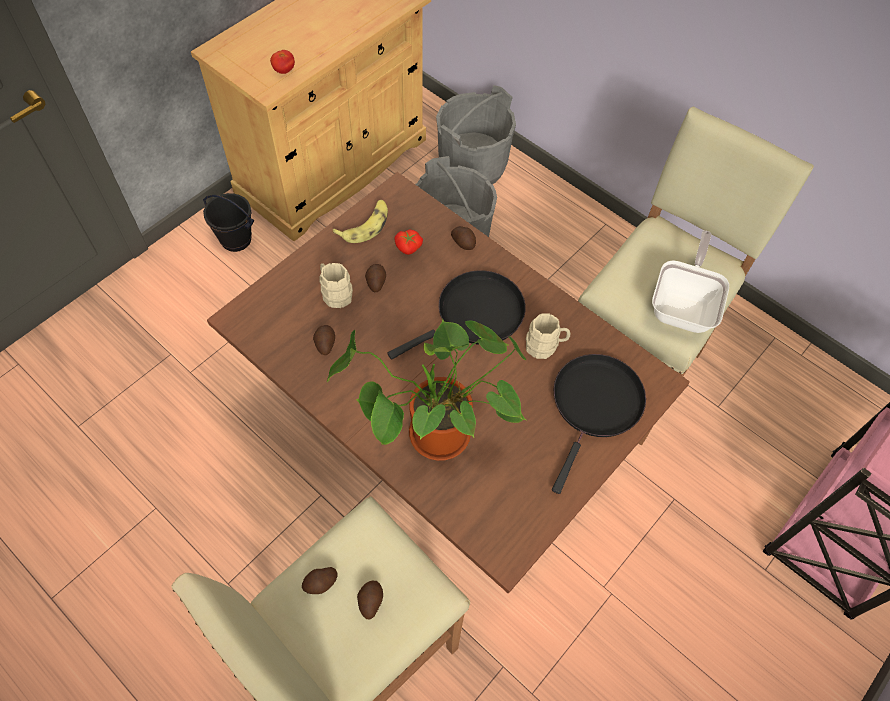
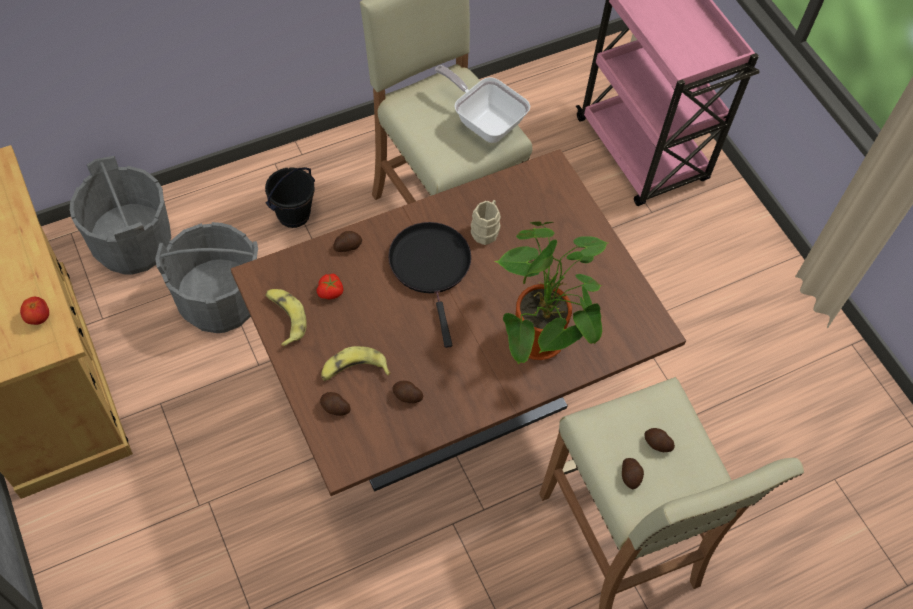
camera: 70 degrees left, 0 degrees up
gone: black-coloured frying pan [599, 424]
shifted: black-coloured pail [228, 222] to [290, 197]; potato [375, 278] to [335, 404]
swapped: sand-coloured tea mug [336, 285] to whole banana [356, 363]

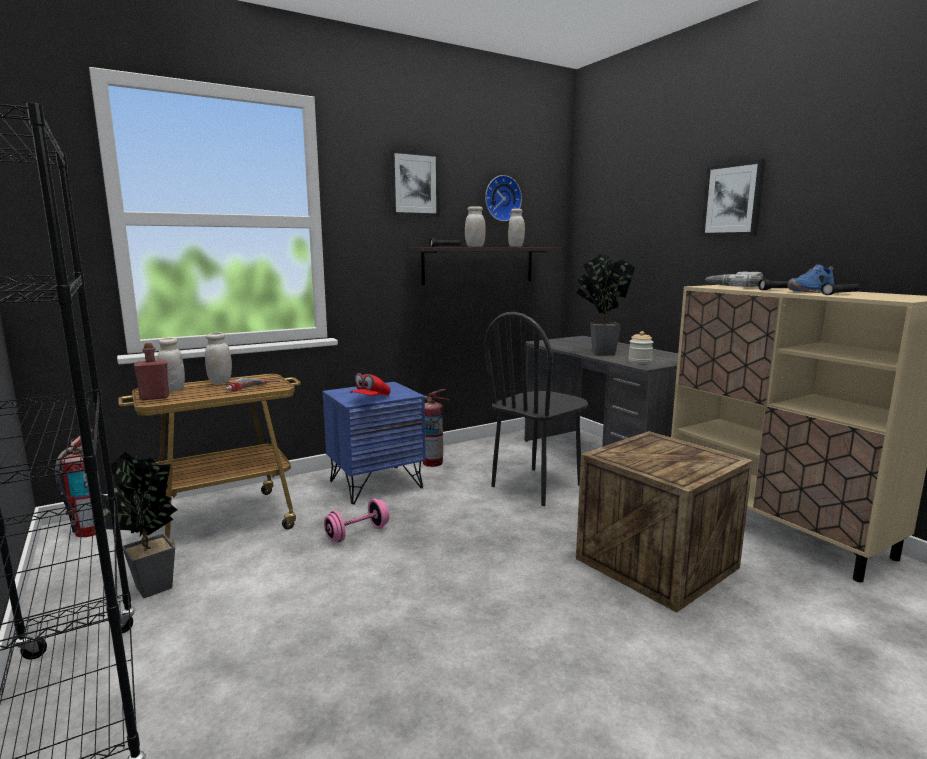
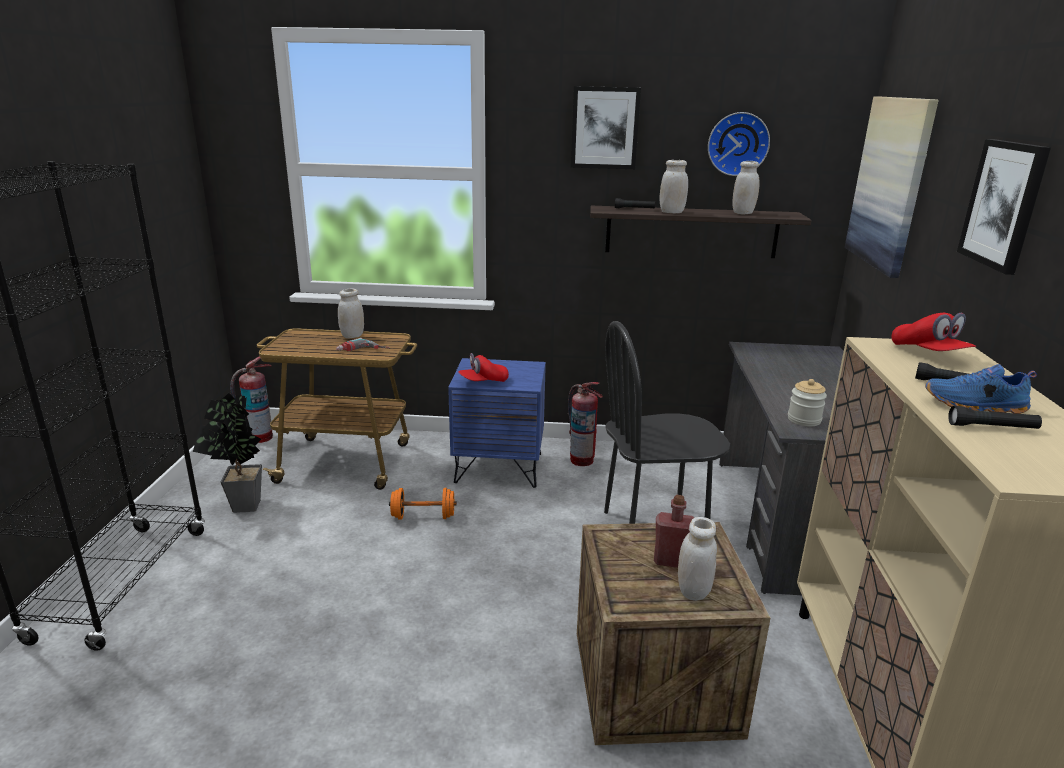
camera: 35 degrees right, 10 degrees up
gone: potted plant [606, 304]
new: picture [892, 187]
shifted: reddish bottle [151, 371] to [674, 531]; white-coloured storage jar [171, 364] to [697, 559]
swapped: drill [734, 279] to reddish peaked cap [934, 332]
repainted: pinkish hand weight [356, 520] to orange-coloured hand weight [423, 504]

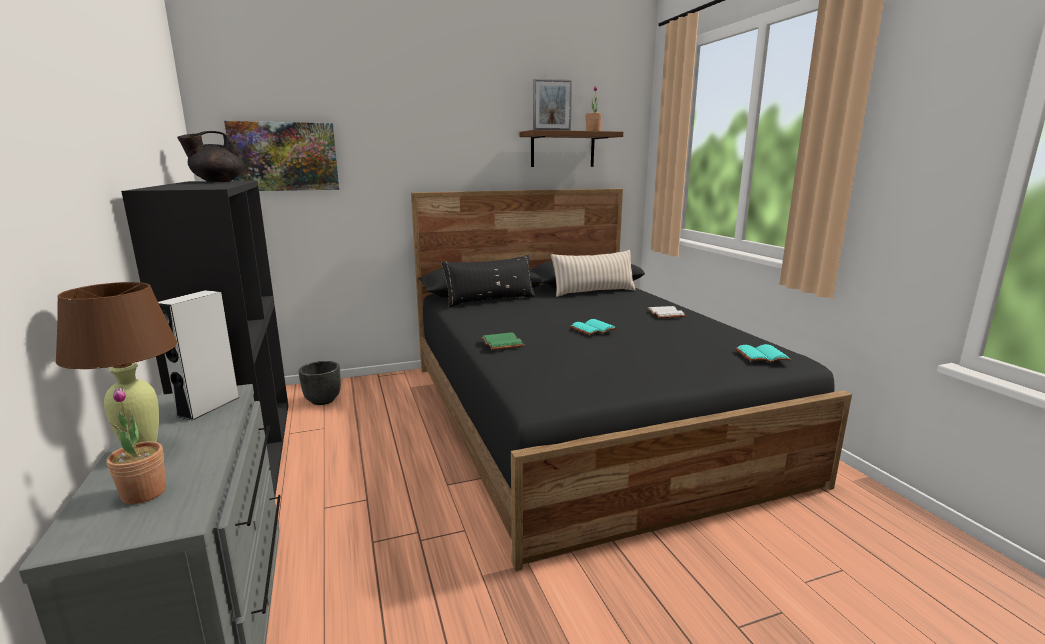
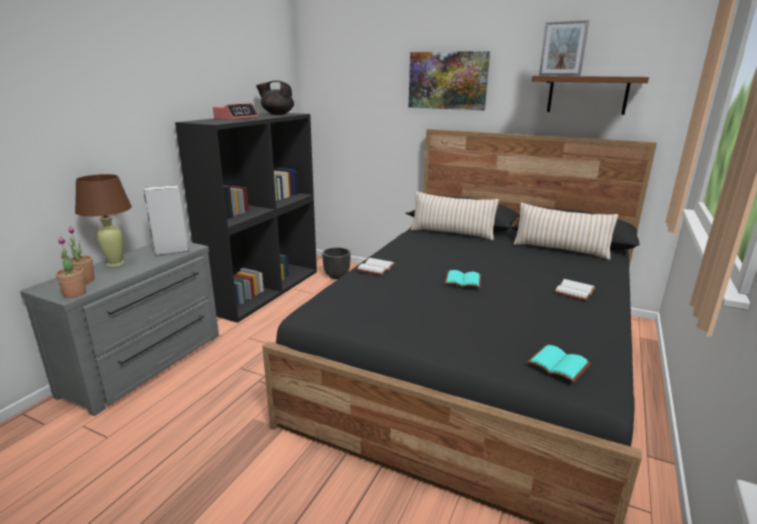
camera: 45 degrees right, 5 degrees up
new: bedside clock [235, 111]
shifted: potted plant [594, 108] to [70, 267]; picture [281, 156] to [449, 80]
repainted: green bound book [503, 341] to white-coloured bound book [376, 266]; black-coloured pillow [489, 281] to sand-coloured pillow [455, 216]

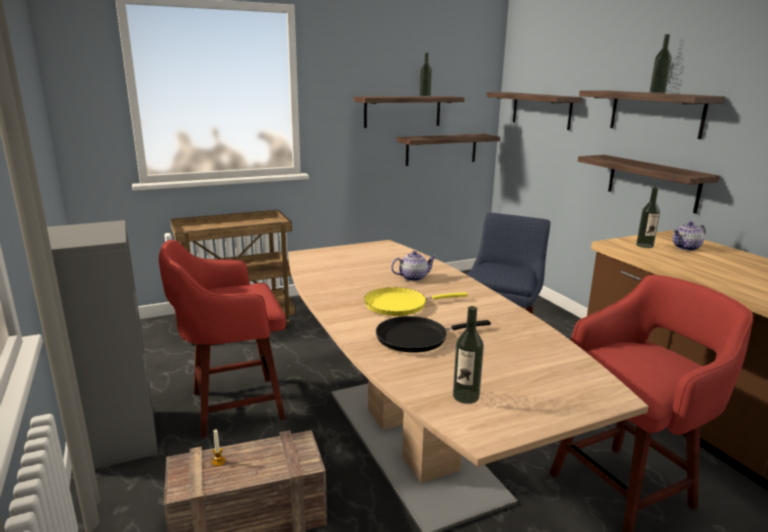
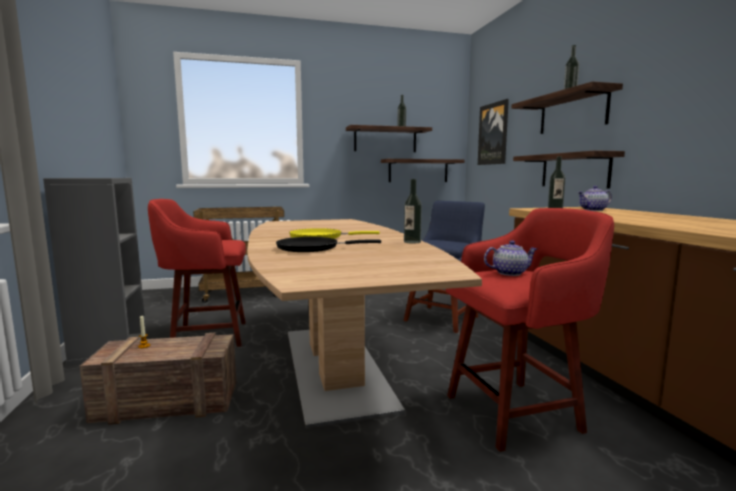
camera: 10 degrees right, 10 degrees down
shifted: bottle [468, 355] to [413, 211]; tea pot [414, 266] to [510, 258]
swapped: bracket shelf [534, 111] to picture [493, 132]

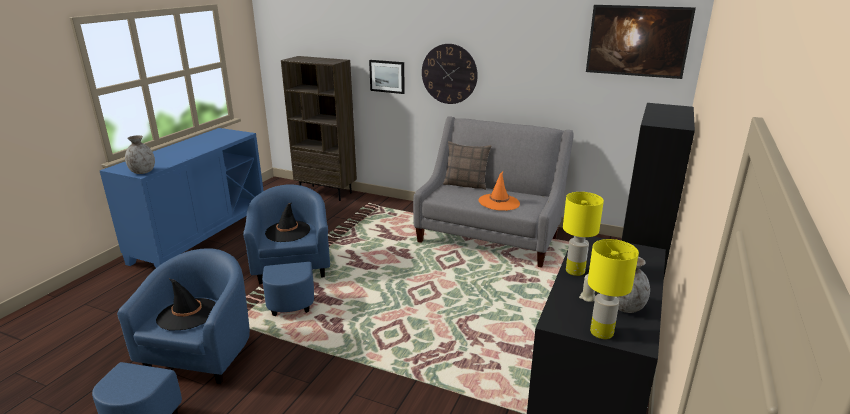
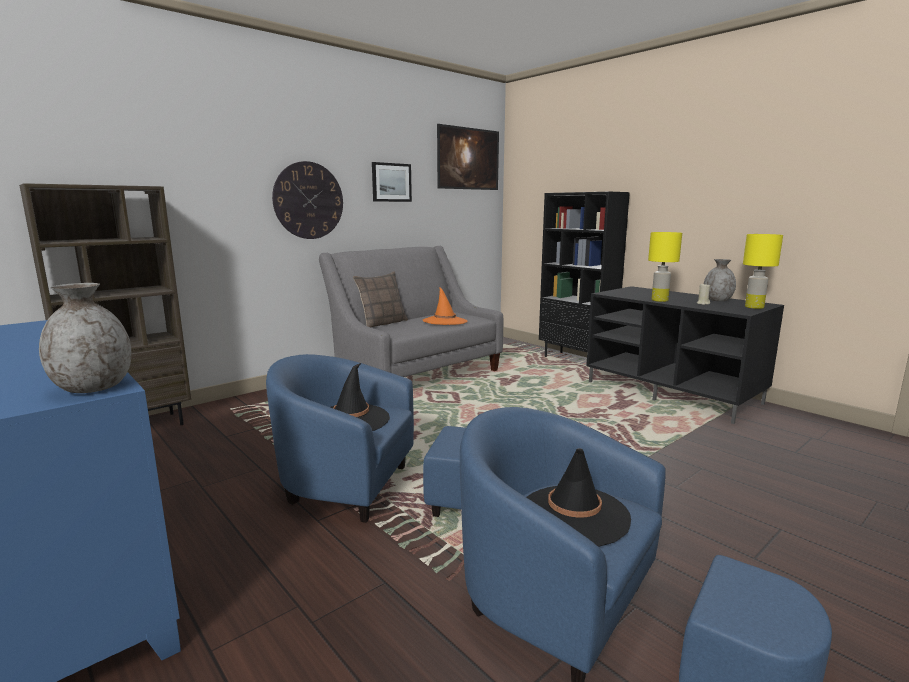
camera: 65 degrees left, 10 degrees down
shifted: picture [387, 77] to [392, 182]

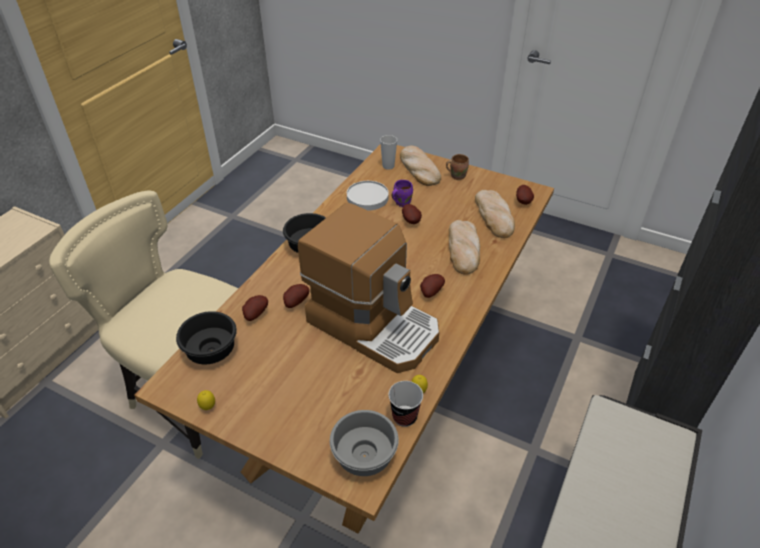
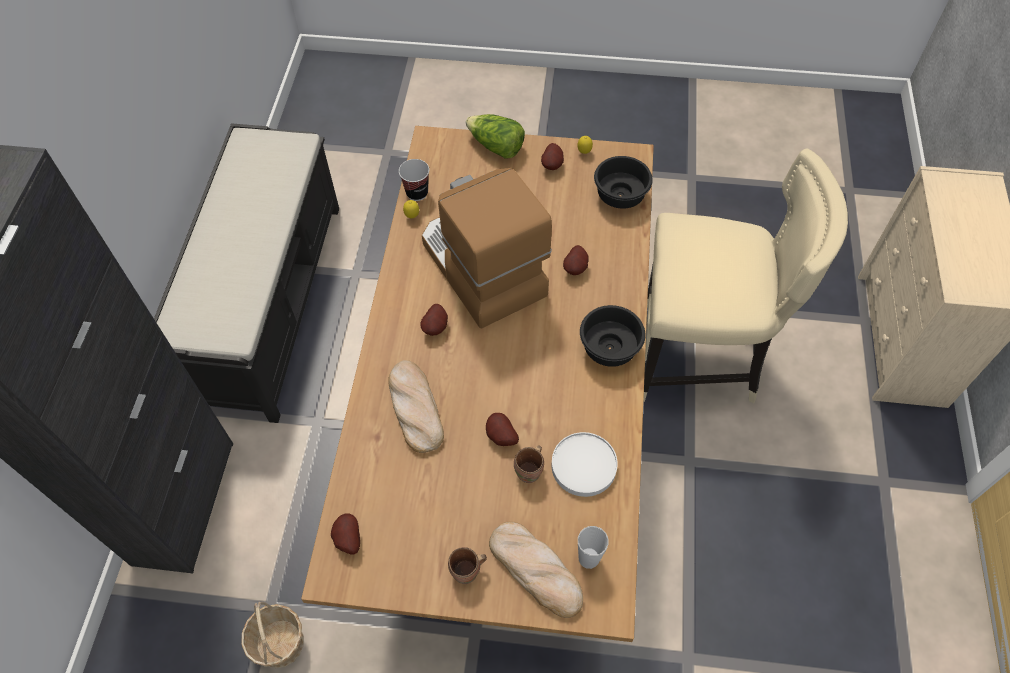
camera: 160 degrees right, 15 degrees up
gone: grey deep dish [364, 443]; baked bread [495, 214]
new: household basket [272, 635]; lettuce head [495, 136]
shifted: potato [255, 308] to [552, 156]
repainted: purple tea mug [402, 193] to brownish tea mug [529, 464]
rotated: coffee brewer [368, 288] = [487, 248] 45 degrees clockwise

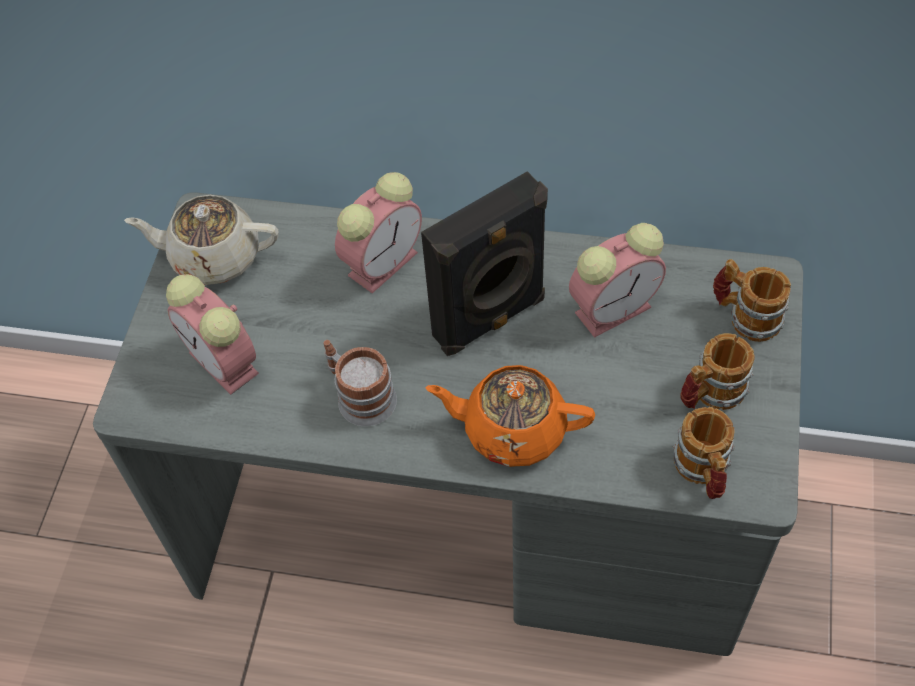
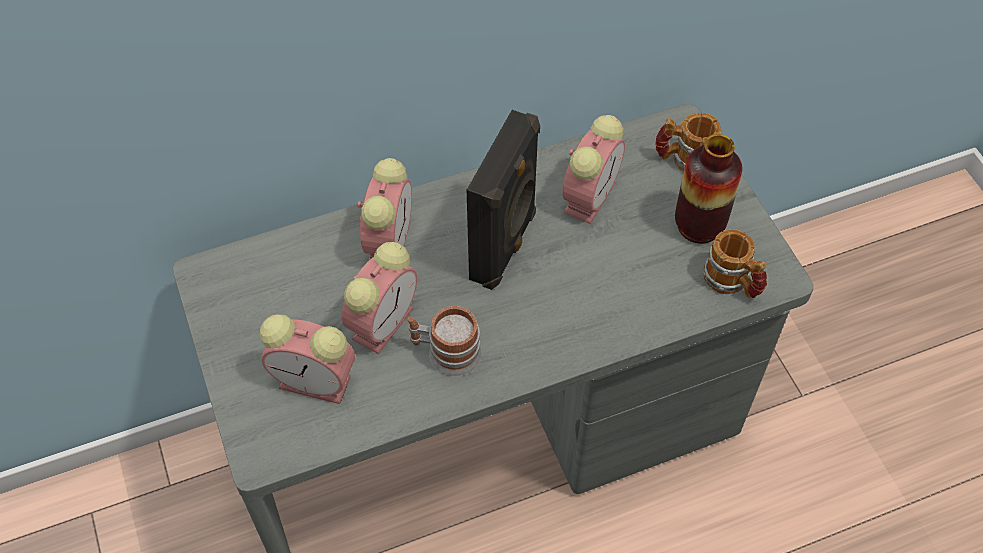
camera: 35 degrees left, 0 degrees up
gone: sand-coloured tea pot [201, 240]; orange-coloured tea pot [510, 416]
new: bedside clock [379, 298]
swapped: tea mug [717, 371] to decorative vase [708, 189]

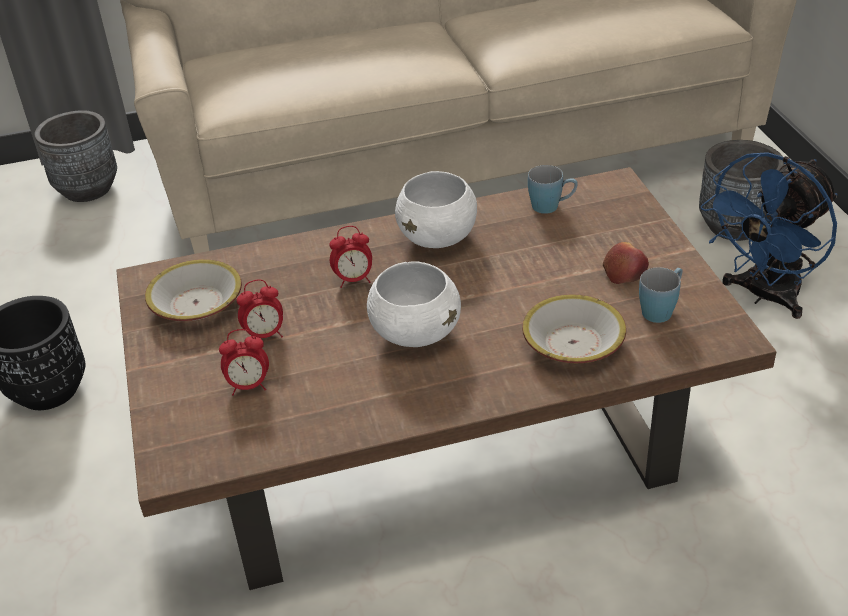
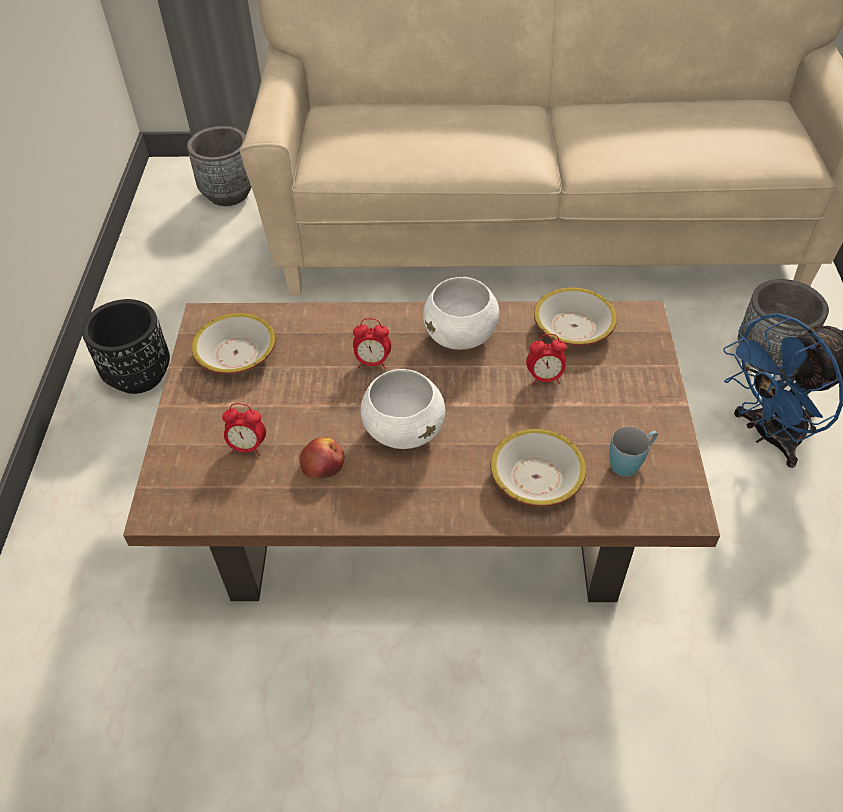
camera: 15 degrees right, 10 degrees up
shifted: whole apple [626, 263] to [322, 458]; bedside clock [260, 308] to [546, 359]
swapped: blue tea mug [553, 189] to deep dish [575, 316]

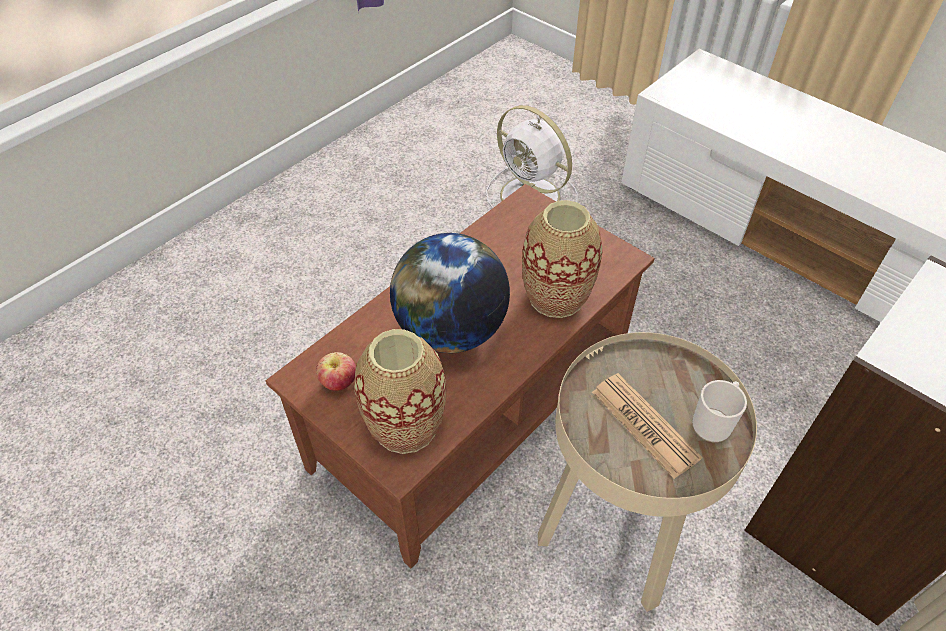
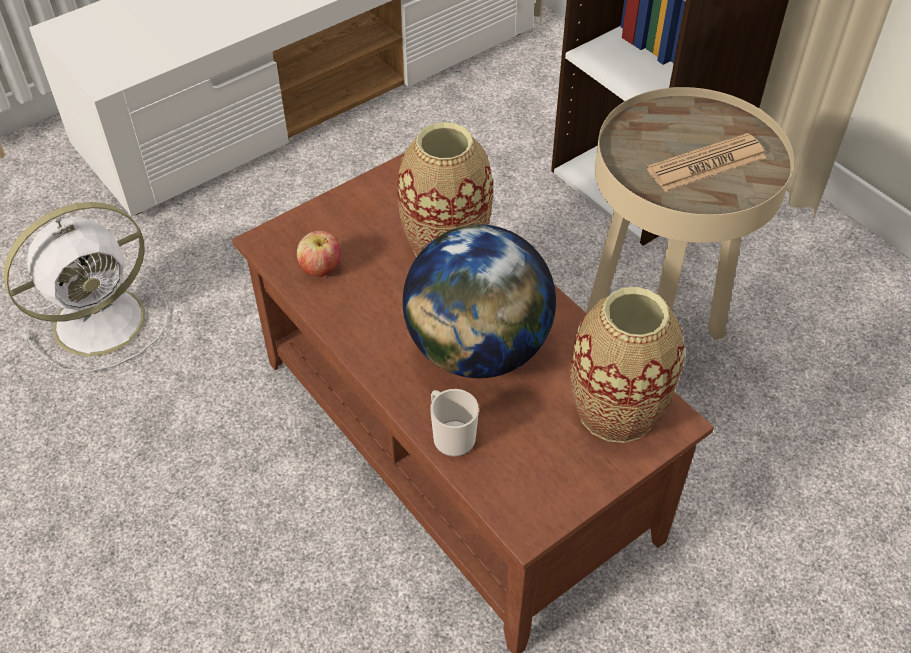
camera: 80 degrees left, 0 degrees up
shifted: whole apple [336, 371] to [319, 254]; tea mug [719, 411] to [454, 423]

